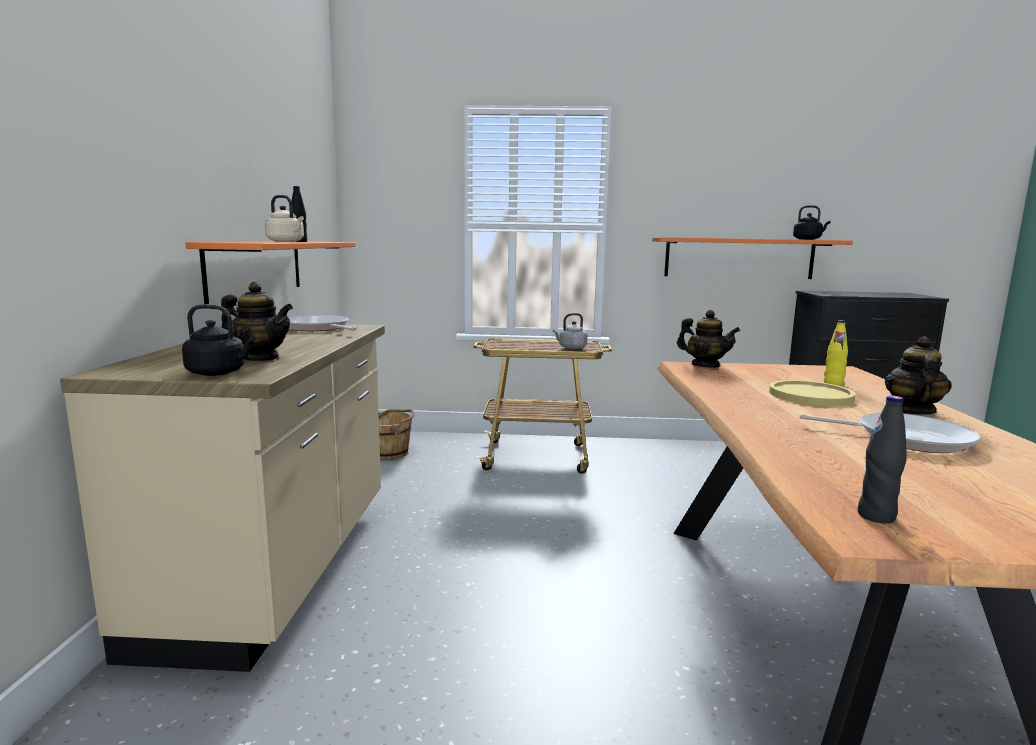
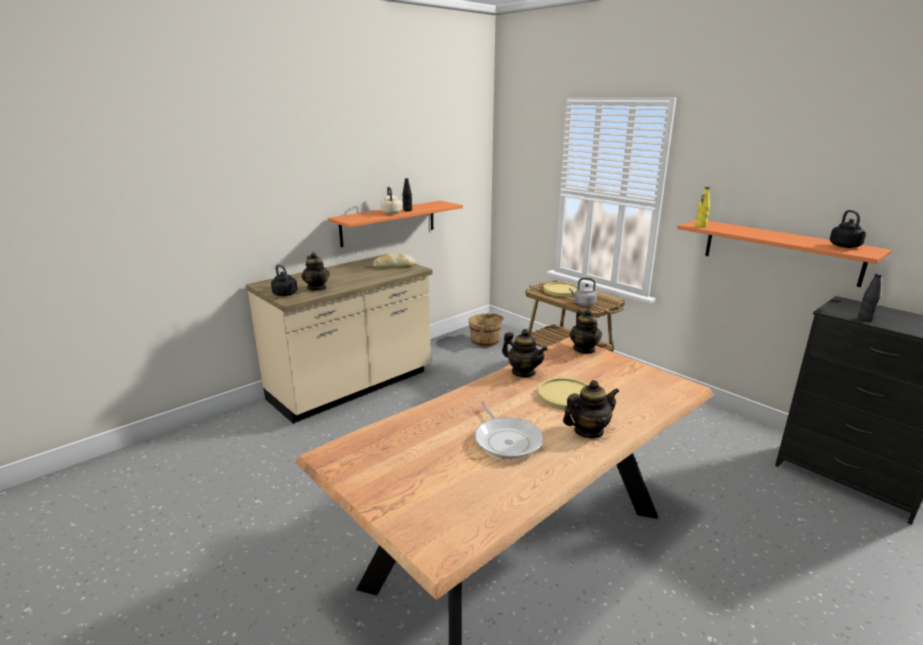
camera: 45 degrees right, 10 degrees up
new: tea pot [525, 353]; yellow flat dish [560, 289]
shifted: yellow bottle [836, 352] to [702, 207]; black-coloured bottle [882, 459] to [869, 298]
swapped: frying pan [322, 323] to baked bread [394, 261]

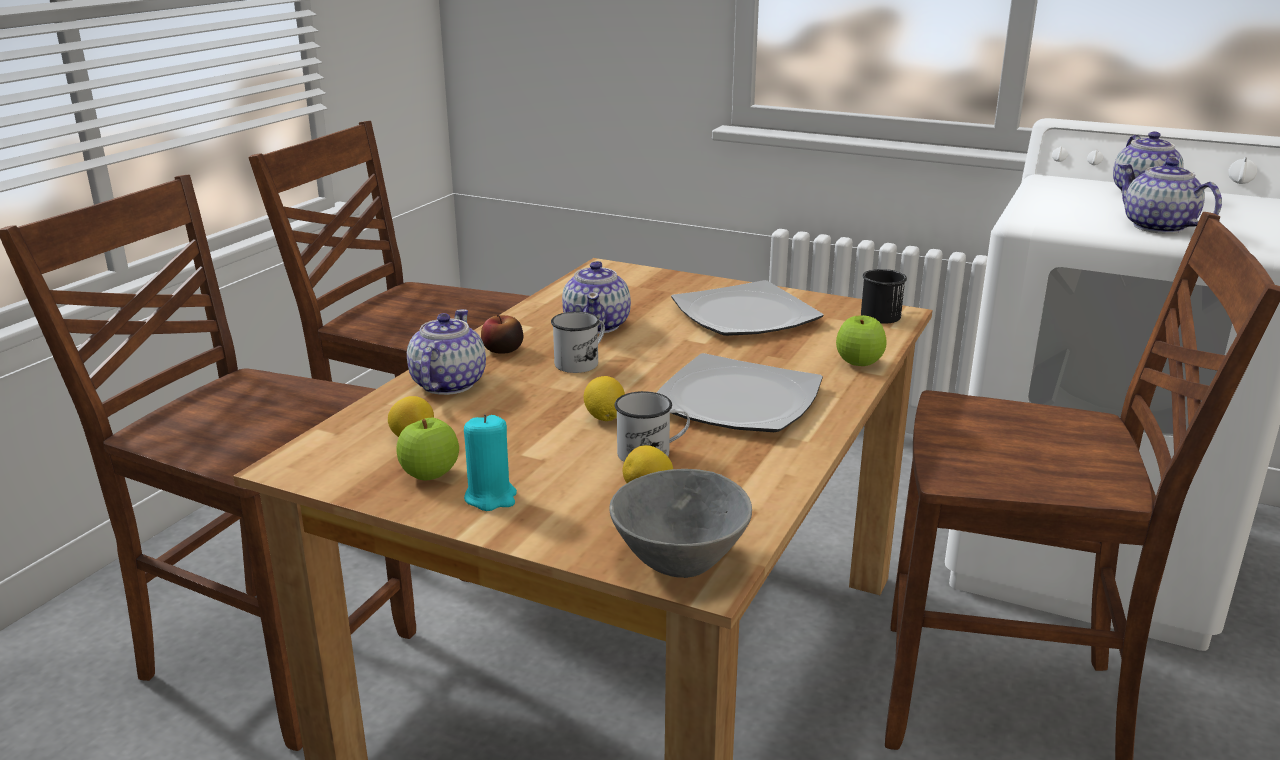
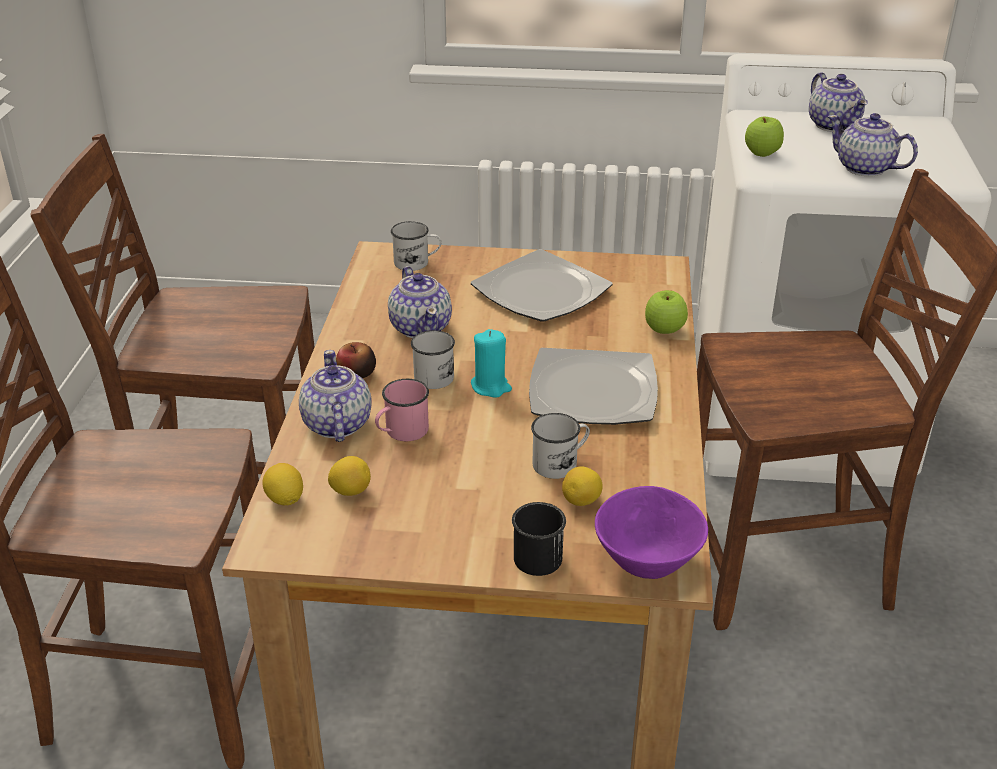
camera: 20 degrees left, 10 degrees up
new: pinkish tea mug [402, 410]; white-coloured tea mug [416, 246]
shifted: citrus fruit [604, 398] to [282, 484]; turquoise-coloured candle [490, 462] to [491, 363]; black-coloured tea mug [884, 296] to [539, 539]; whole apple [427, 449] to [764, 136]
repainted: grey deep dish [680, 523] to purple deep dish [651, 532]

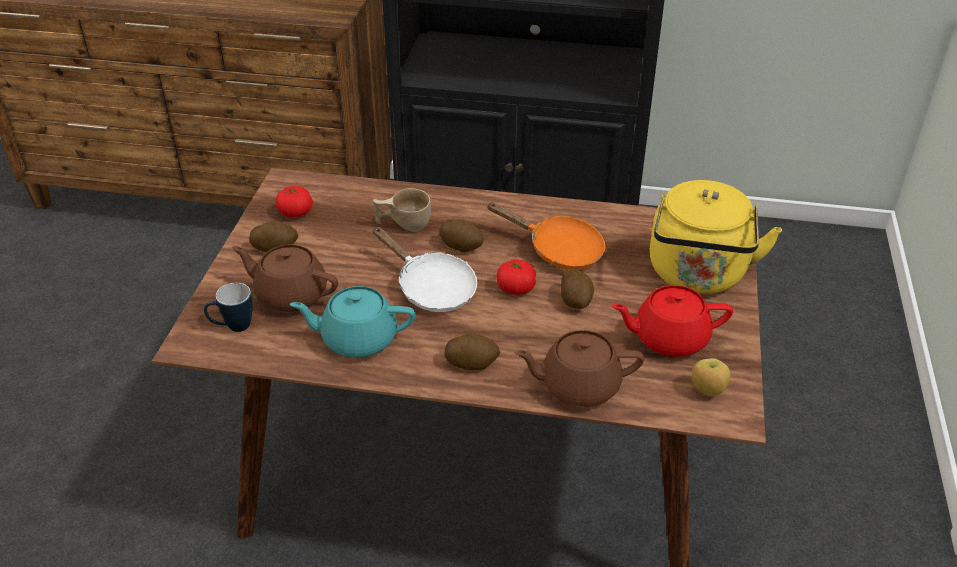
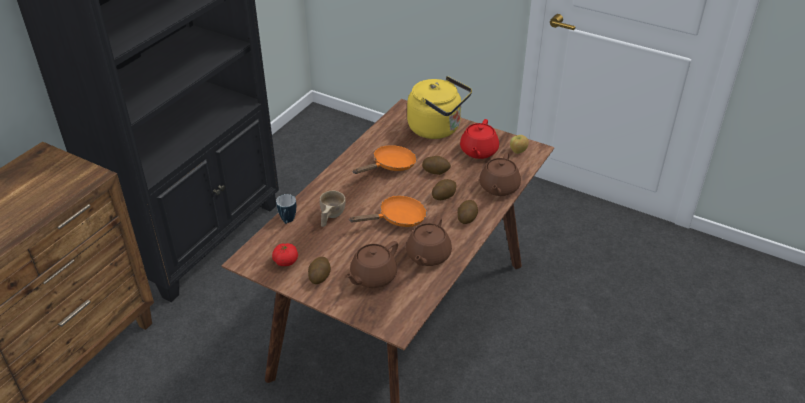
camera: 70 degrees left, 0 degrees up
gone: fresh tomato [516, 277]
shifted: tea mug [228, 307] to [286, 209]; potato [461, 235] to [444, 189]
repainted: white-coloured frying pan [424, 269] to orange-coloured frying pan [388, 211]; turquoise-coloured tea pot [353, 322] to brownish tea pot [429, 241]

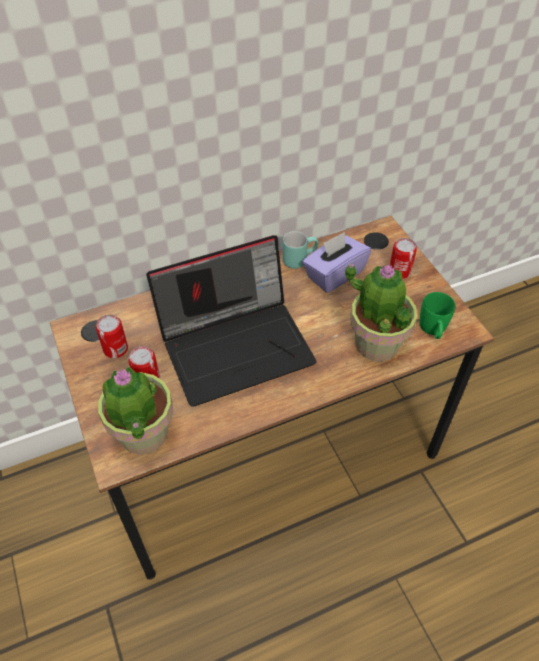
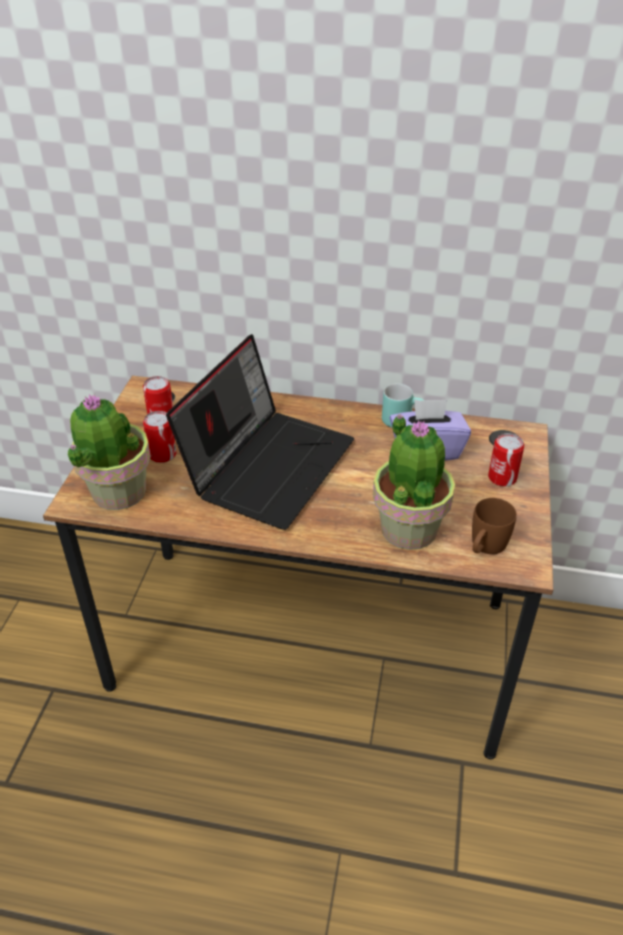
camera: 35 degrees right, 10 degrees down
repainted: green tea mug [437, 315] to brownish tea mug [494, 526]
rotated: portable computer [231, 321] = [260, 432] 75 degrees counterclockwise

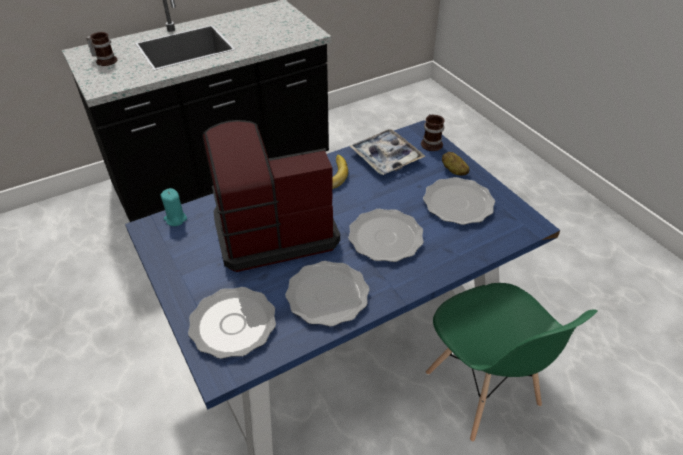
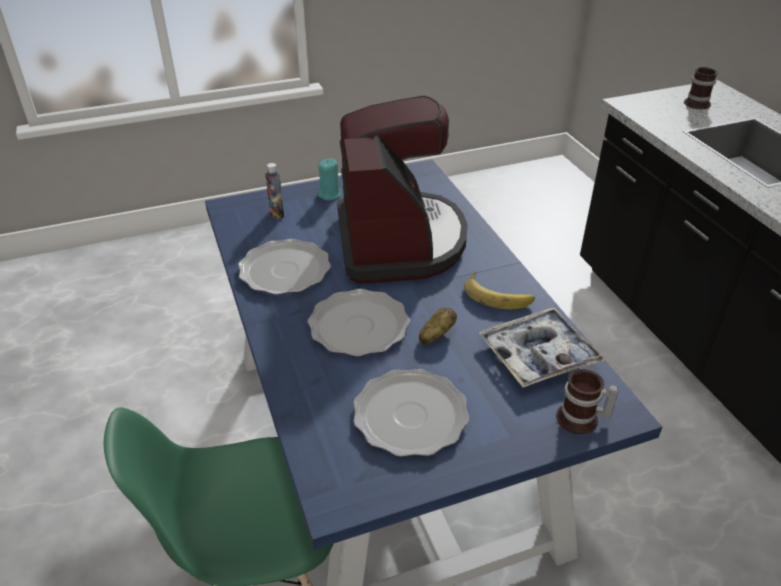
camera: 100 degrees right, 5 degrees down
shifted: turquoise-coloured candle [173, 207] to [329, 179]; potato [455, 163] to [438, 325]
swapped: flat dish [232, 323] to bottle [274, 191]

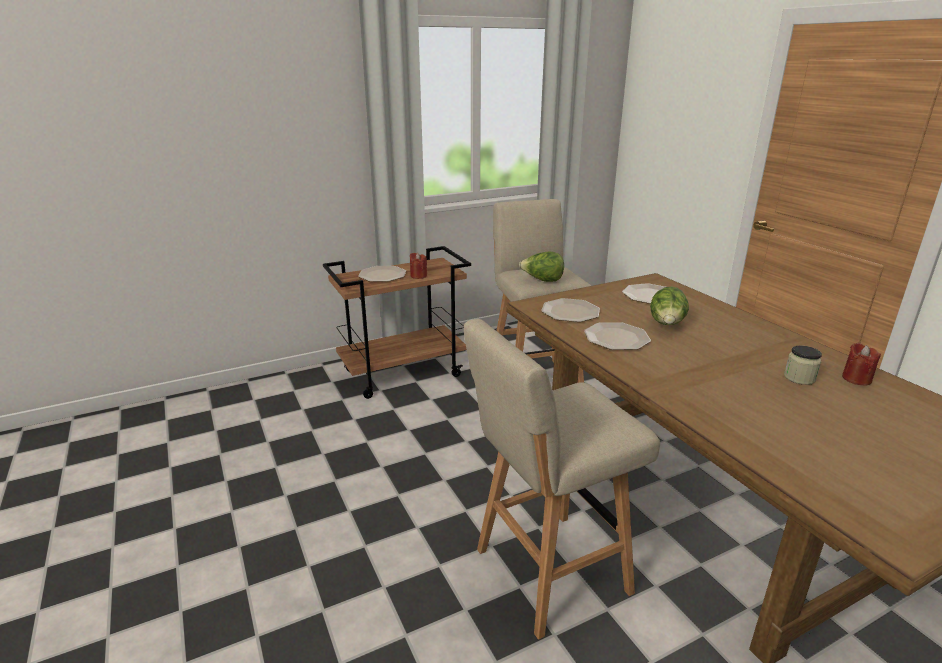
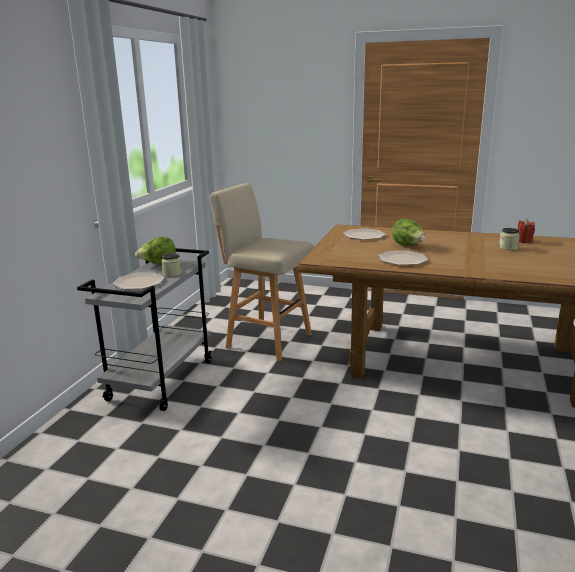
camera: 45 degrees left, 5 degrees down
gone: sand-coloured stool [562, 479]; flat dish [570, 310]
shifted: lettuce head [541, 266] to [155, 250]
swapped: reddish candle [418, 266] to storage jar [172, 265]
repainted: brownish wheeled cart [397, 322] to grey wheeled cart [144, 329]

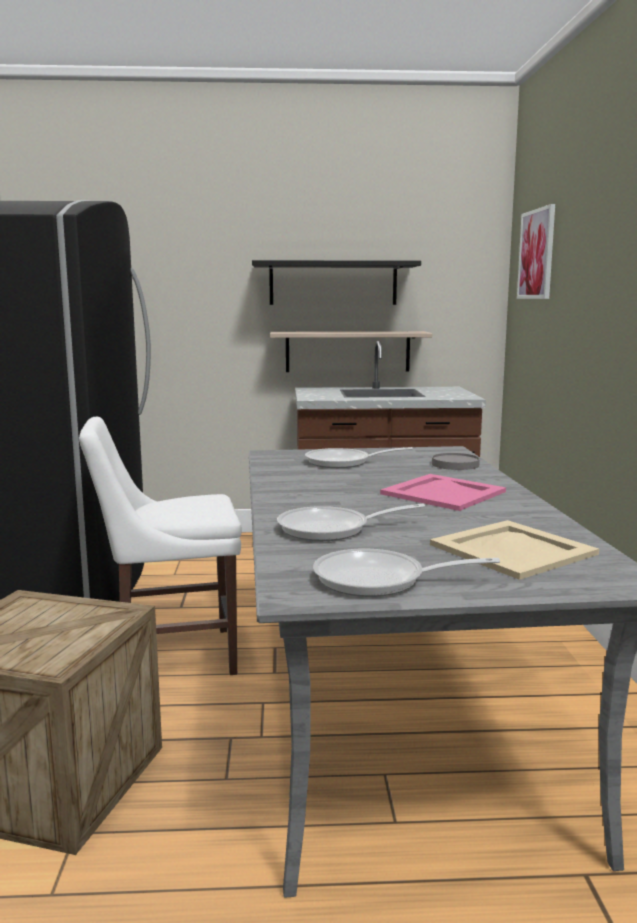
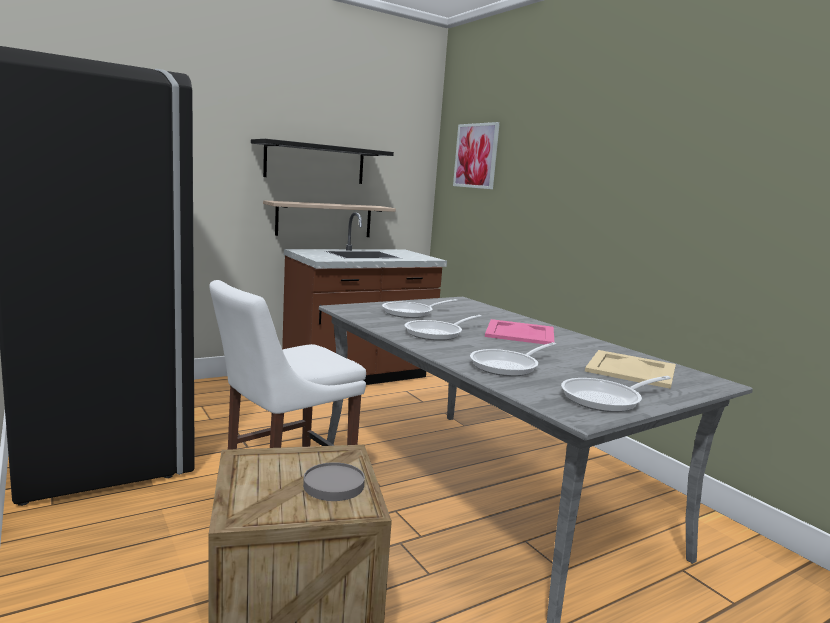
camera: 30 degrees left, 0 degrees up
new: frying pan [443, 328]
shifted: grey flat dish [456, 461] to [334, 481]

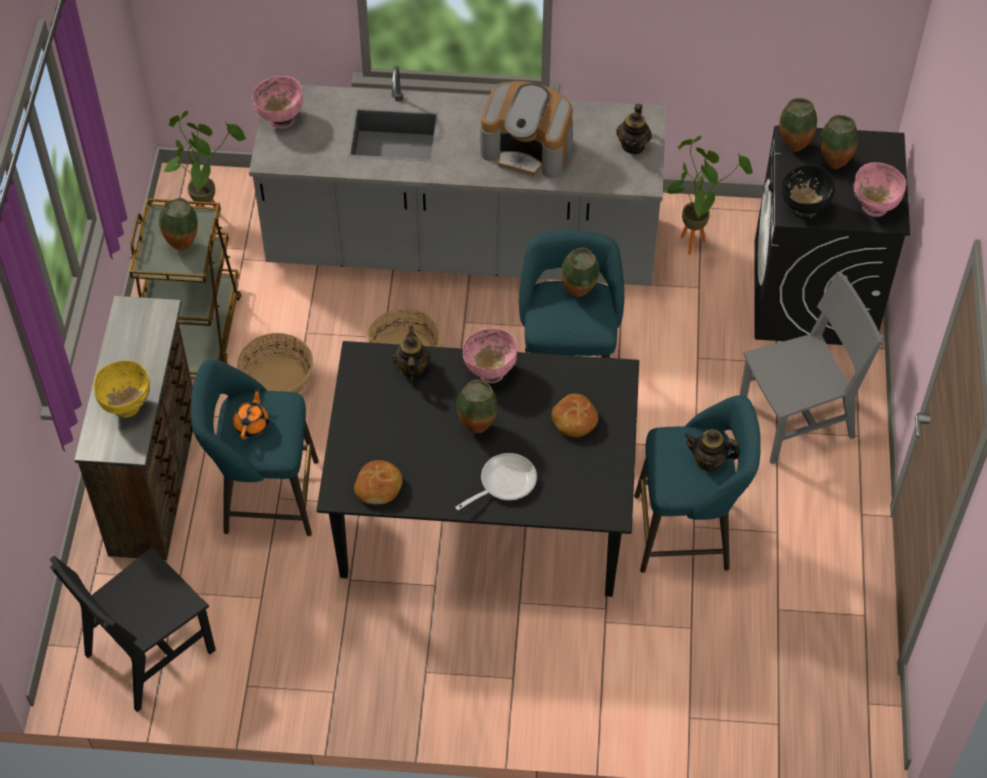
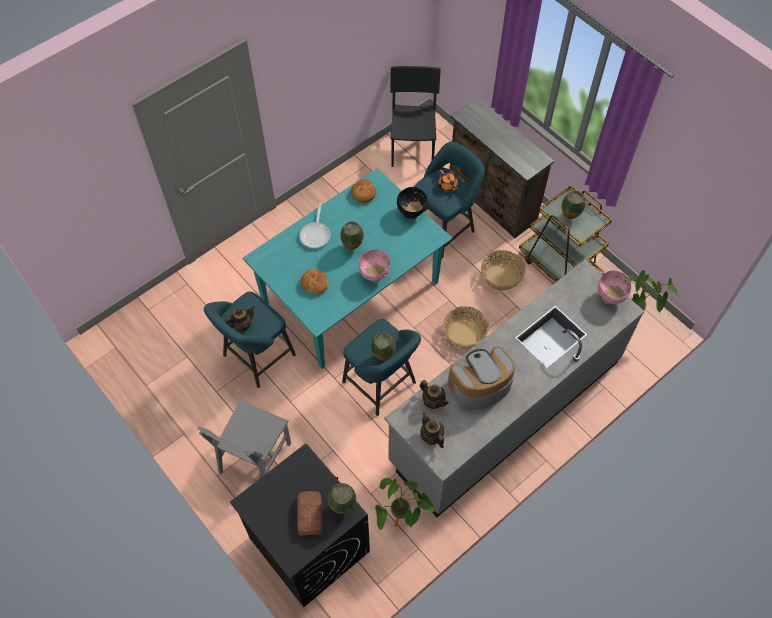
camera: 135 degrees right, 5 degrees up
gone: yellow deep dish [122, 389]; pinkish deep dish [880, 189]
shifted: black-coloured deep dish [808, 192] to [412, 203]; tea pot [411, 354] to [434, 394]
swapped: decorative vase [839, 142] to baked bread [309, 513]
repainted: black-coloured dining table [478, 469] to turquoise-coloured dining table [347, 268]

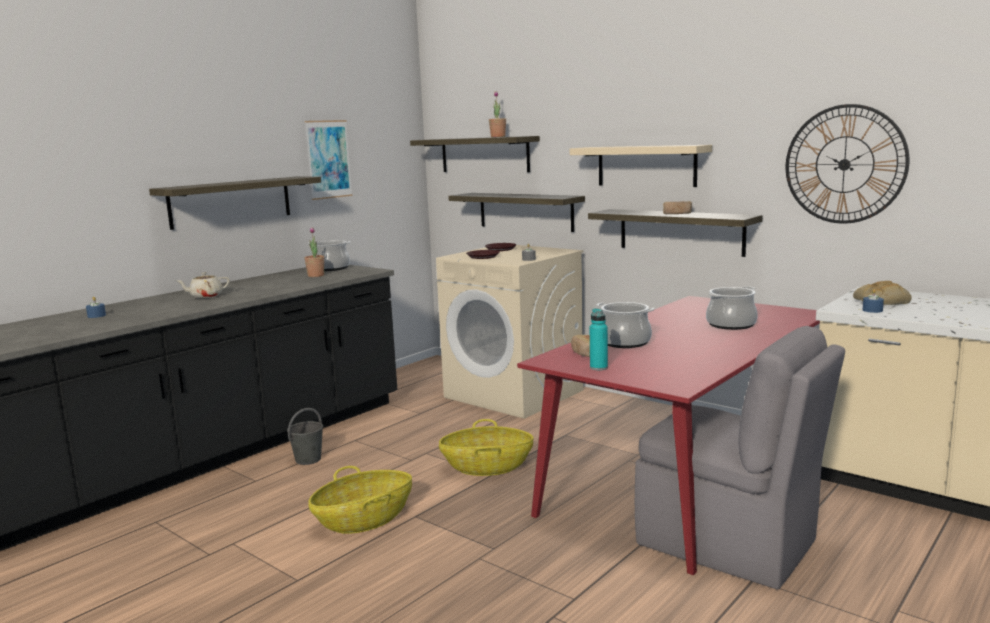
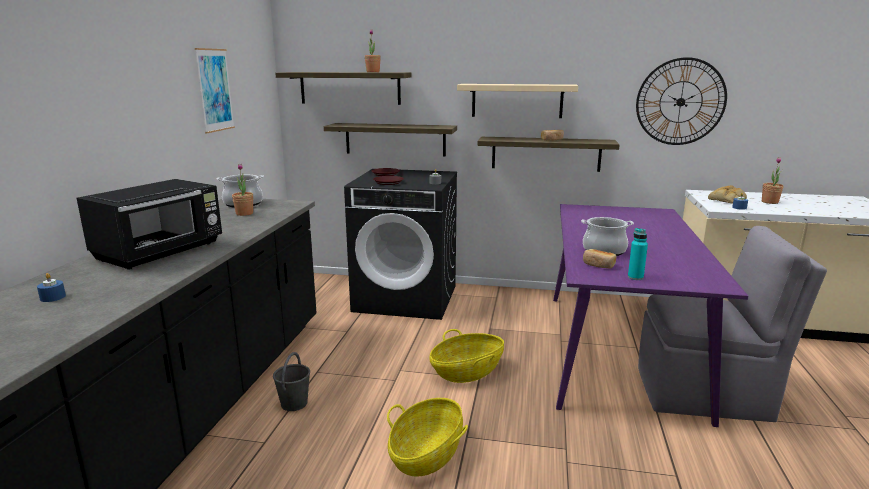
camera: 30 degrees left, 5 degrees up
gone: bracket shelf [235, 203]; saucepot [732, 308]
new: potted plant [773, 180]
swapped: sand-coloured tea pot [203, 285] to black-coloured kitchen microwave [149, 224]
repainted: sand-coloured laundry appliance [509, 332] to black-coloured laundry appliance [400, 244]; reddish dining table [668, 435] to purple dining table [651, 315]

